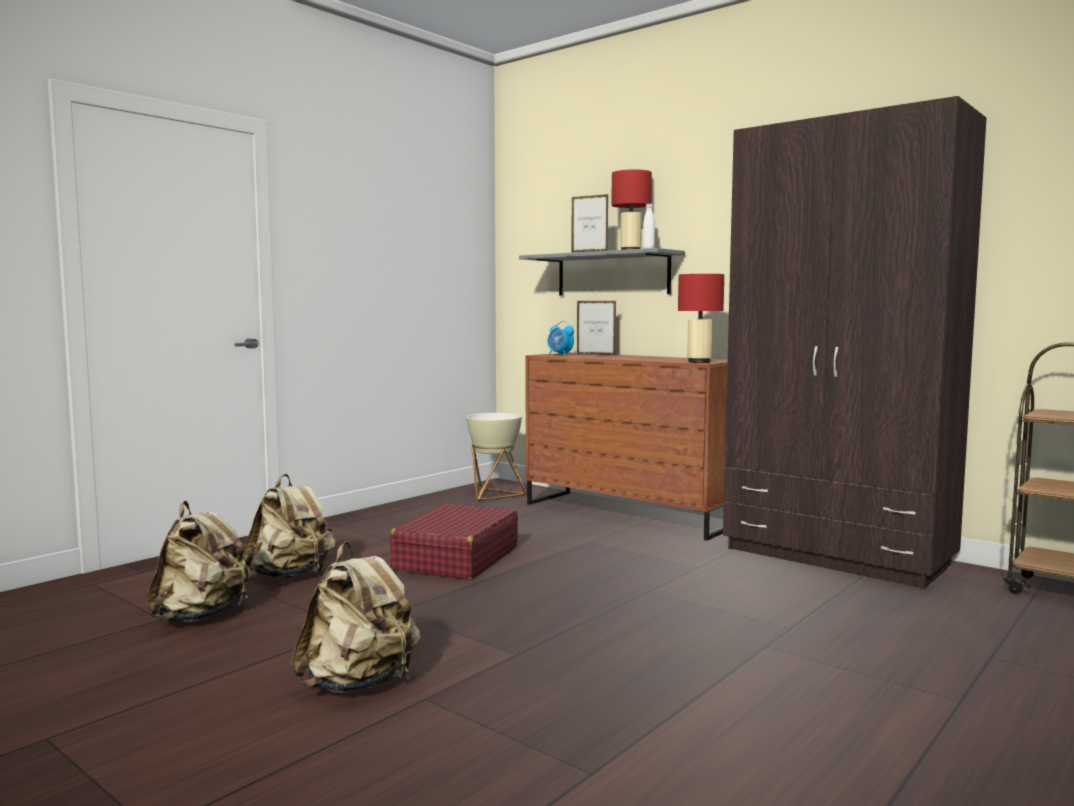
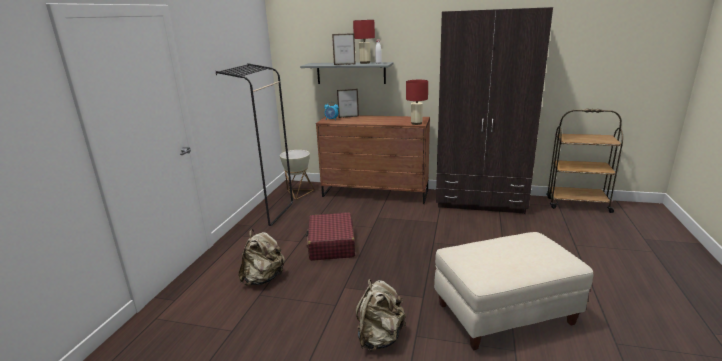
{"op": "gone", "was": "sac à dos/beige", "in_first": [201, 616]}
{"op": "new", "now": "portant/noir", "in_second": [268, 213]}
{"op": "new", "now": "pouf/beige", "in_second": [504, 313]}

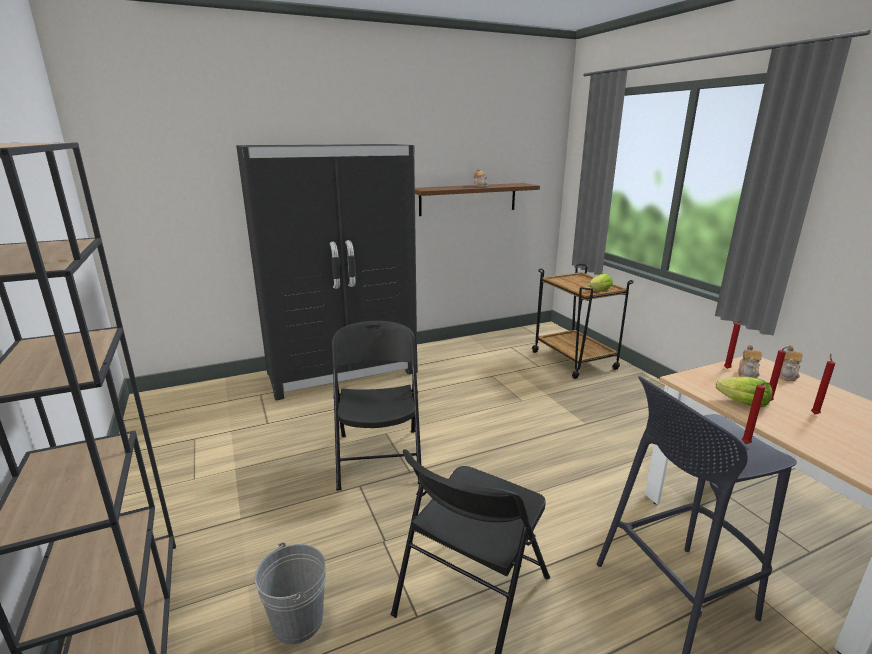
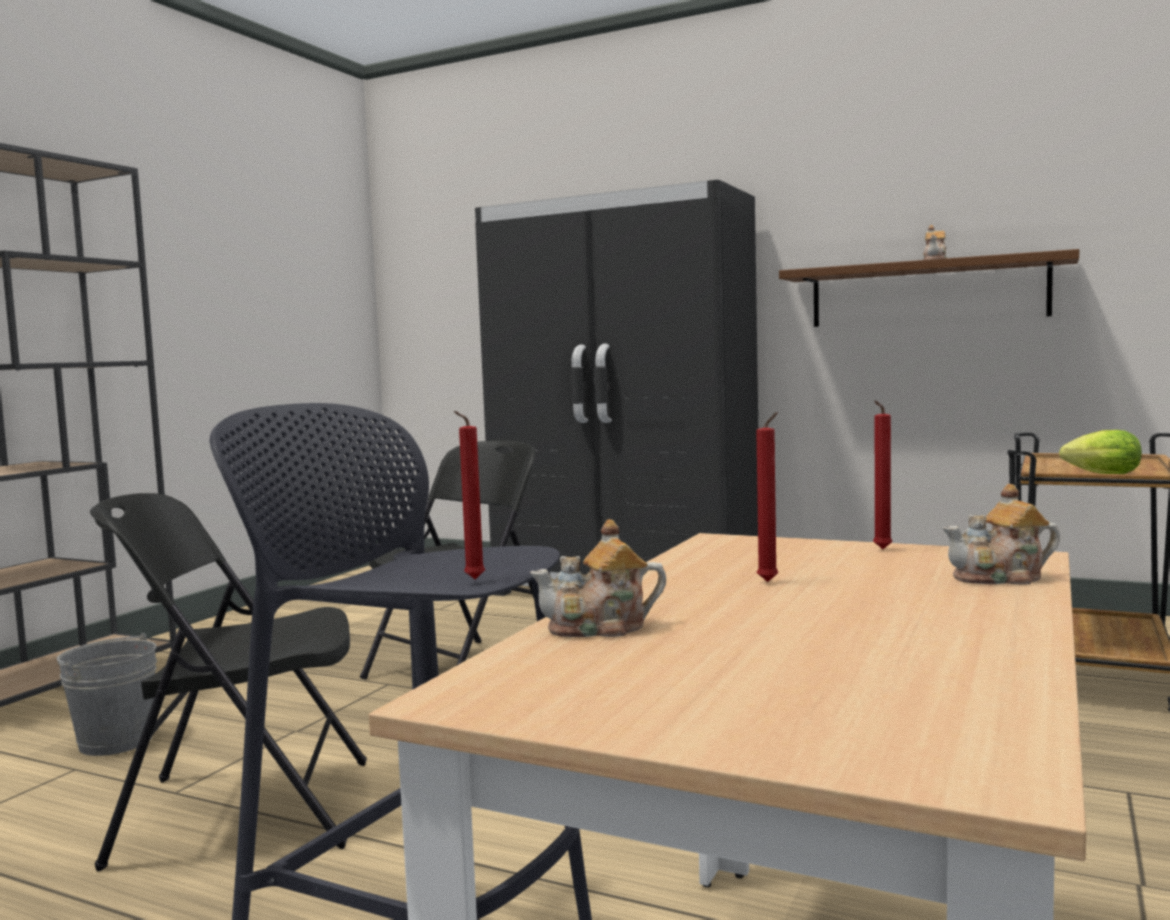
{"op": "shifted", "was": "théière", "in_first": [748, 374], "in_second": [600, 628]}
{"op": "gone", "was": "bougie/rouge", "in_first": [814, 413]}
{"op": "gone", "was": "laitue", "in_first": [739, 403]}

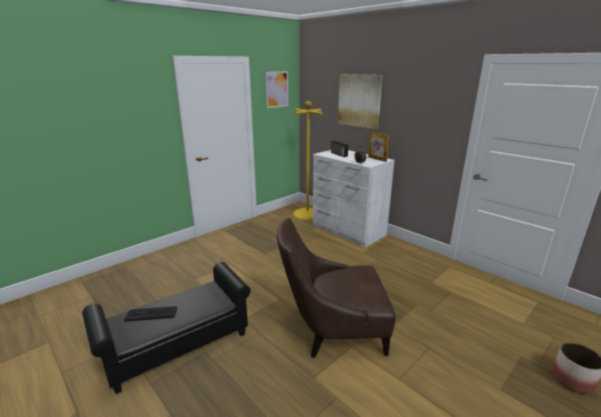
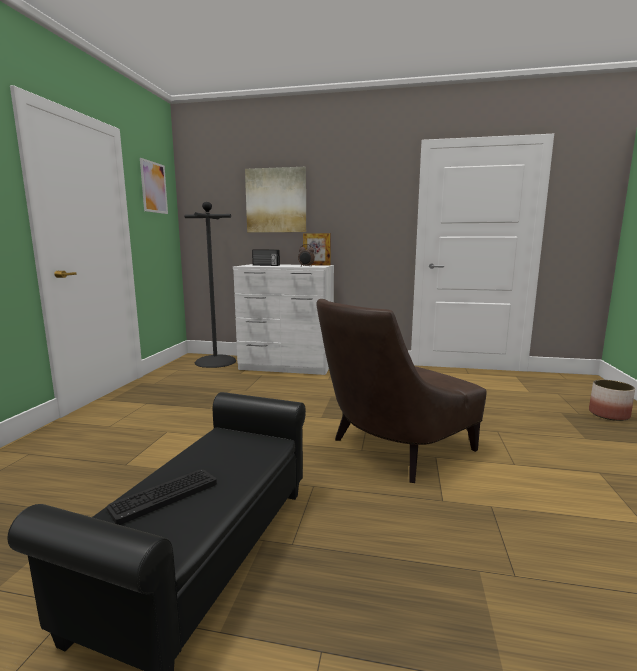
{"op": "repainted", "was": "portant/jaune", "now": "portant/noir", "in_first": [307, 214], "in_second": [215, 362]}

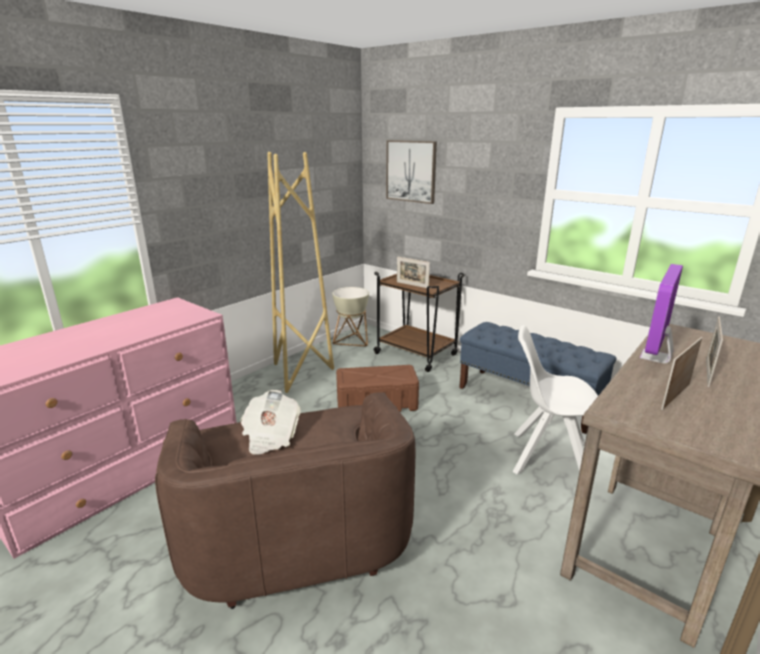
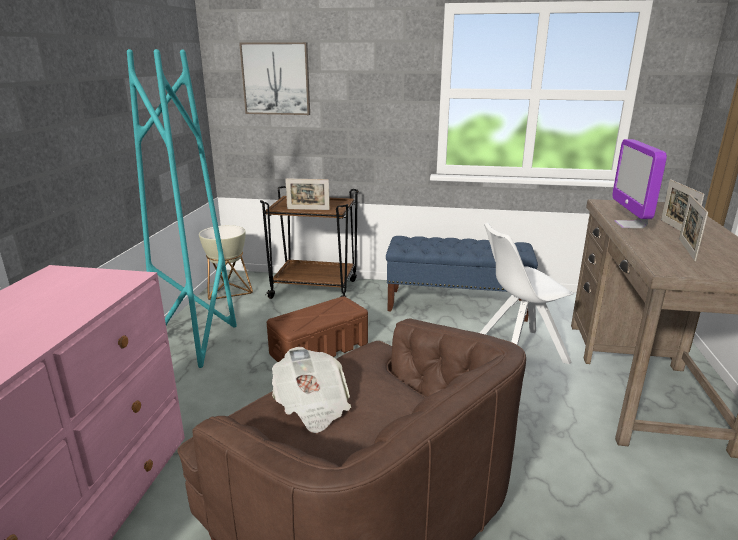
{"op": "repainted", "was": "portant/jaune", "now": "portant/turquoise", "in_first": [298, 375], "in_second": [197, 343]}

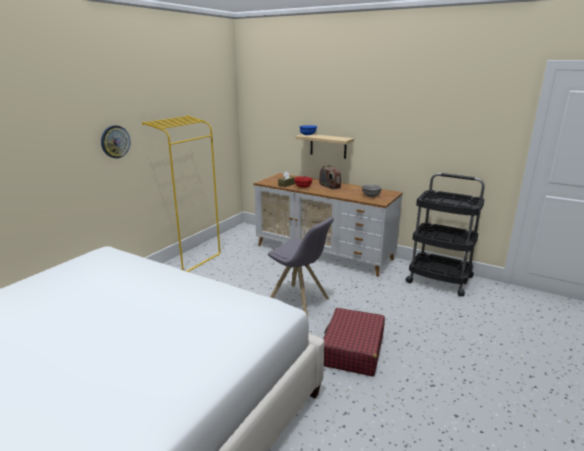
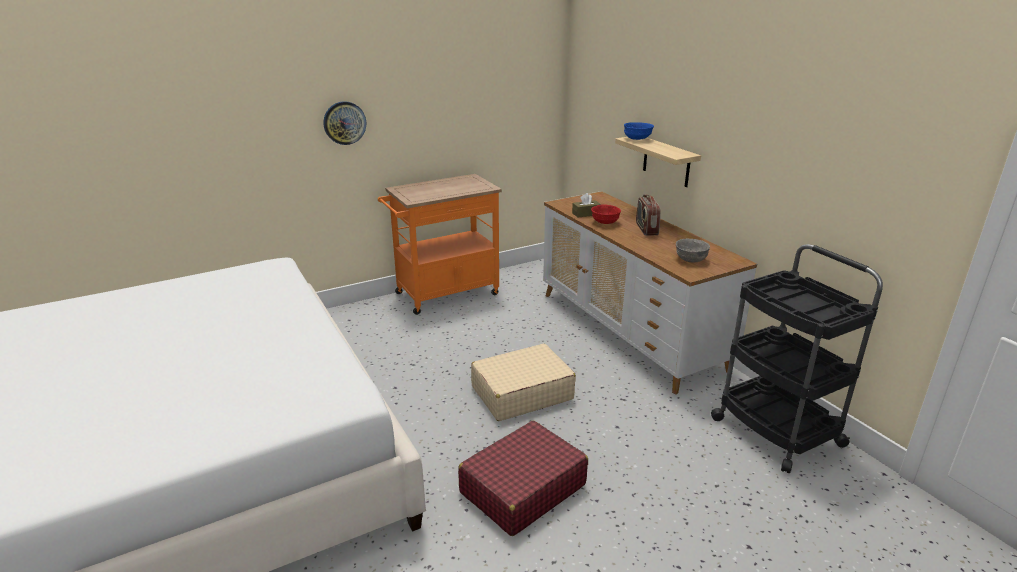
{"op": "swapped", "was": "portant/jaune", "now": "chariot/orange", "in_first": [192, 260], "in_second": [444, 294]}
{"op": "swapped", "was": "chaise/gris", "now": "valise/beige", "in_first": [299, 300], "in_second": [521, 393]}

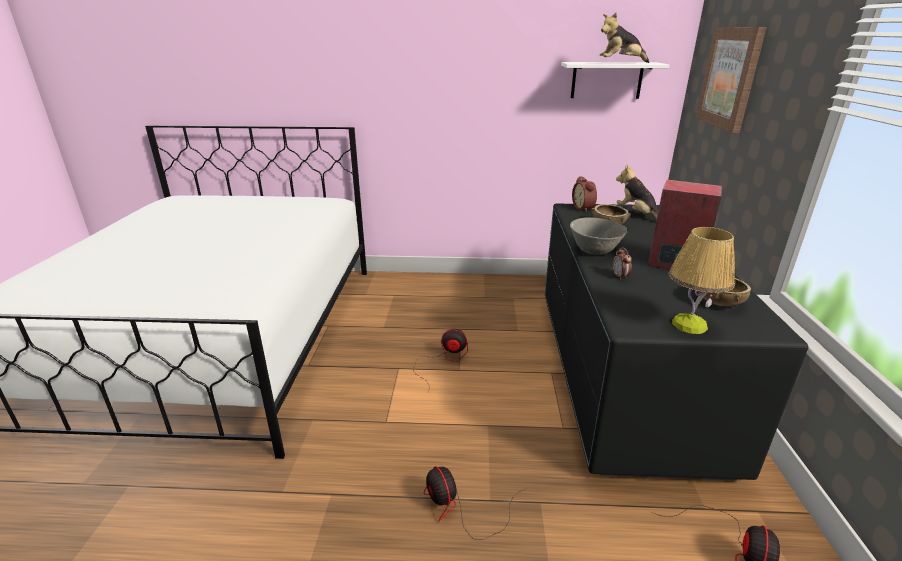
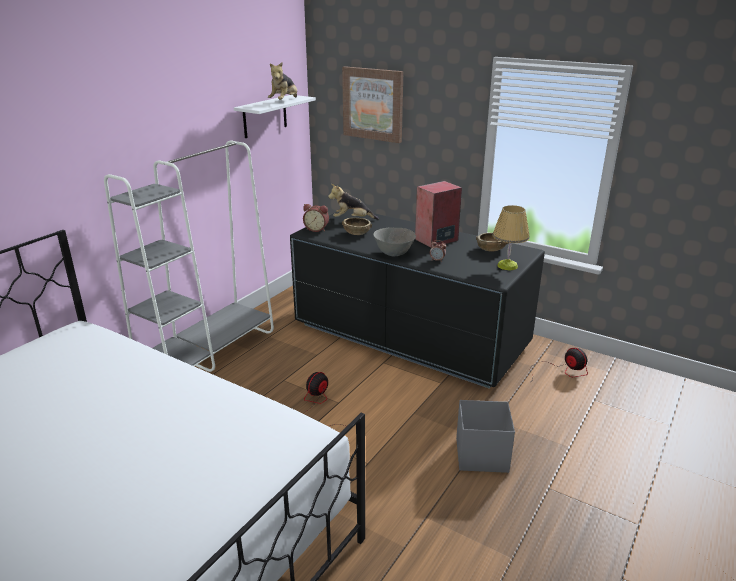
{"op": "swapped", "was": "ventilateur", "now": "boîte de rangement/gris", "in_first": [460, 509], "in_second": [480, 455]}
{"op": "new", "now": "portant/gris", "in_second": [210, 356]}

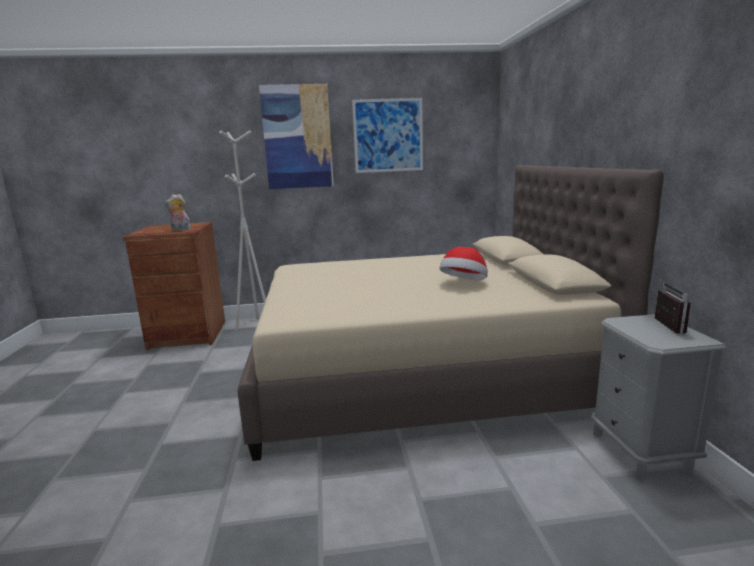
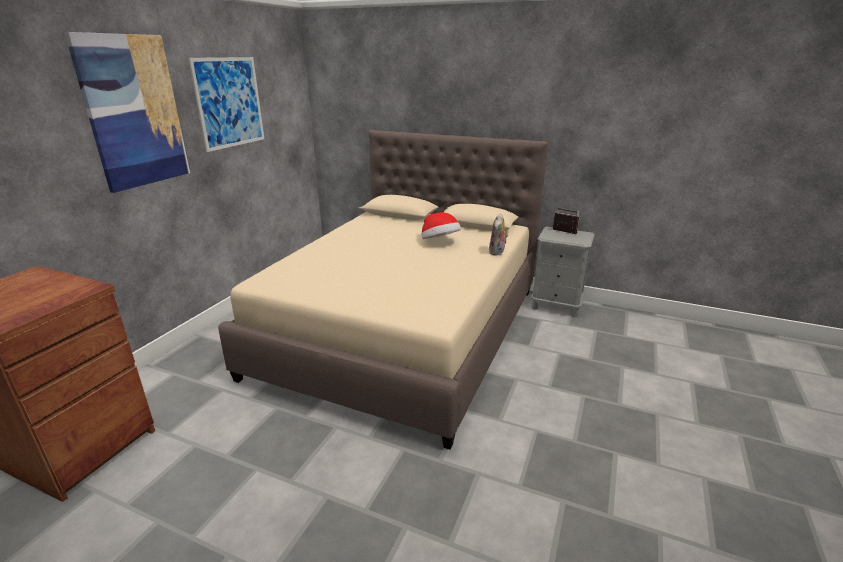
{"op": "gone", "was": "portant/gris", "in_first": [255, 325]}
{"op": "shifted", "was": "peluche", "in_first": [180, 230], "in_second": [497, 252]}

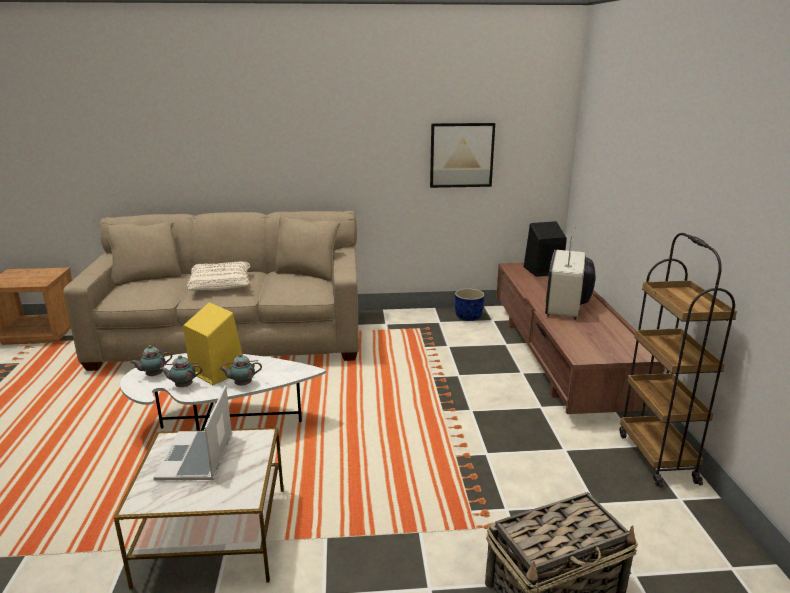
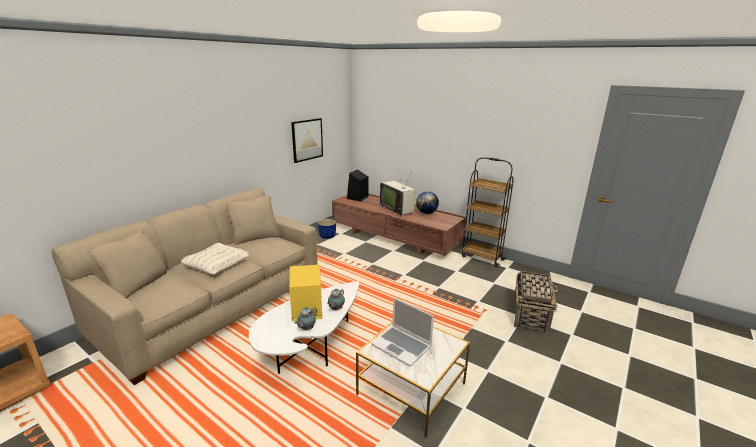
{"op": "gone", "was": "théière", "in_first": [153, 375]}
{"op": "new", "now": "globe", "in_second": [426, 213]}

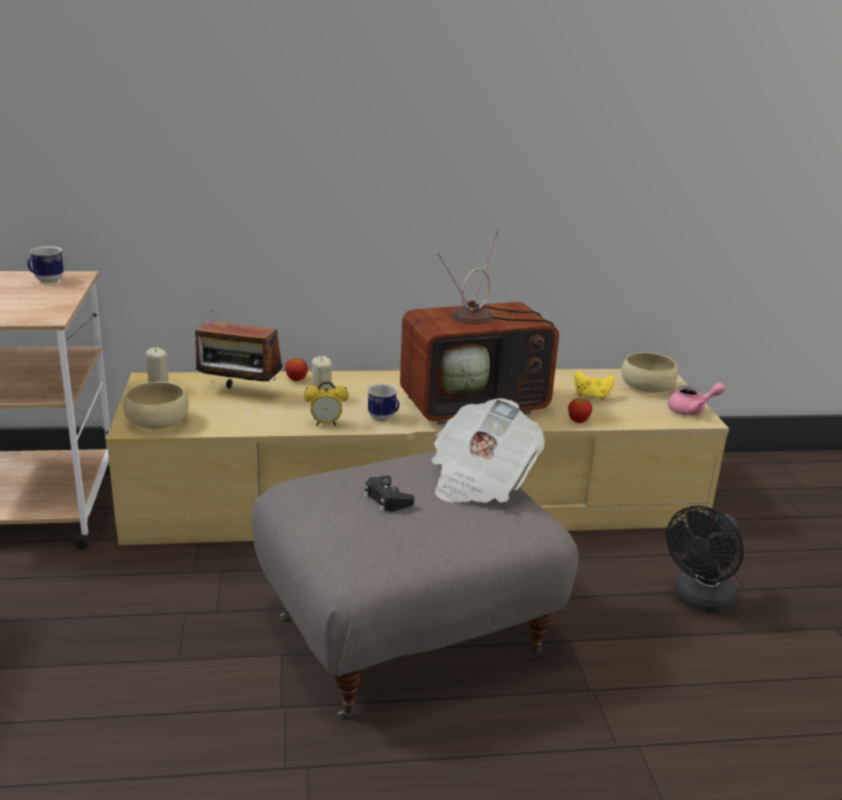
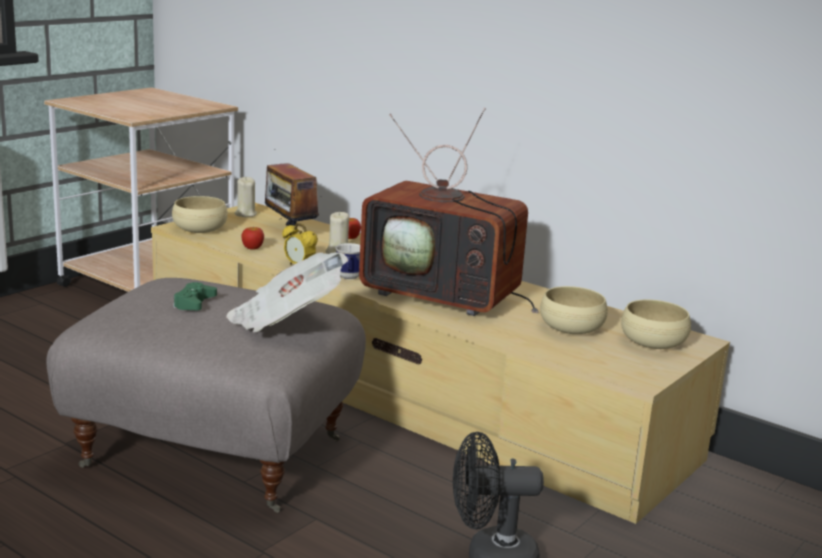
{"op": "gone", "was": "mug", "in_first": [46, 281]}
{"op": "swapped", "was": "manette/jaune", "now": "bol/beige", "in_first": [591, 396], "in_second": [571, 327]}
{"op": "gone", "was": "théière/rose", "in_first": [692, 410]}
{"op": "shifted", "was": "pomme", "in_first": [578, 420], "in_second": [253, 248]}
{"op": "repainted", "was": "manette/noir", "now": "manette/vert", "in_first": [387, 499], "in_second": [194, 303]}

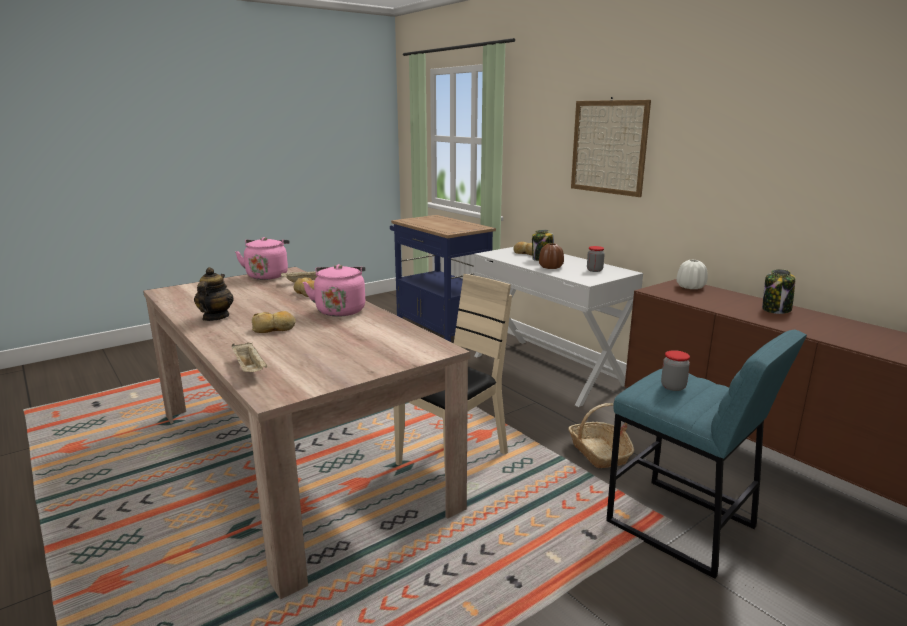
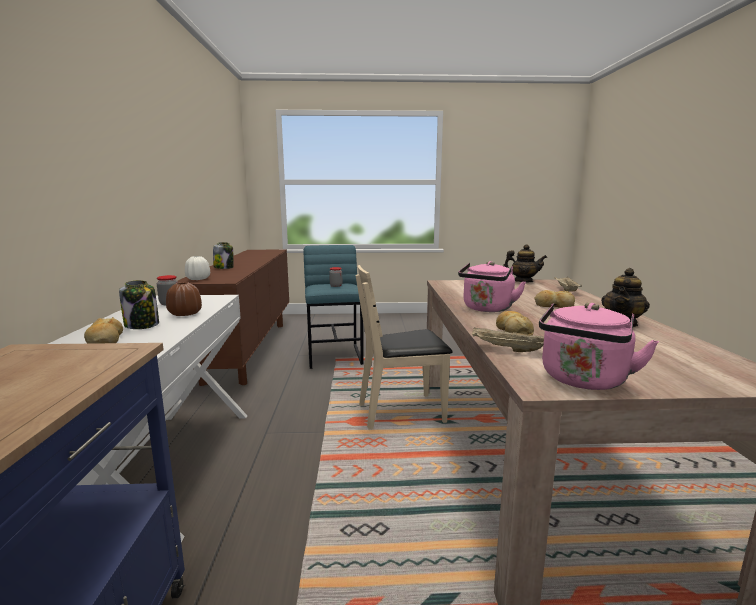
{"op": "gone", "was": "tableau", "in_first": [609, 145]}
{"op": "gone", "was": "panier", "in_first": [599, 452]}
{"op": "new", "now": "théière", "in_second": [523, 281]}

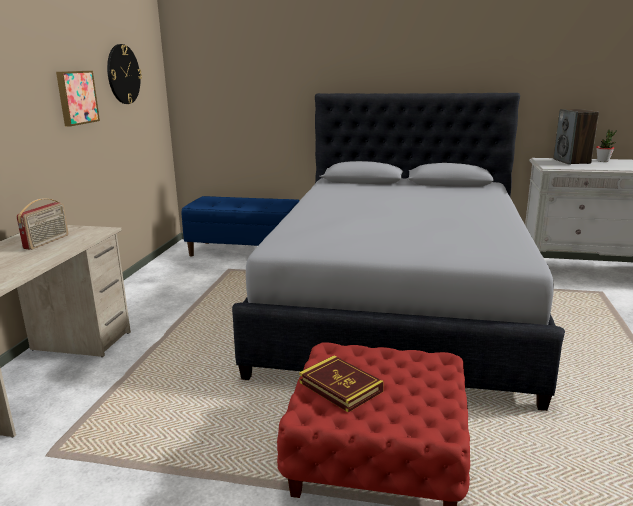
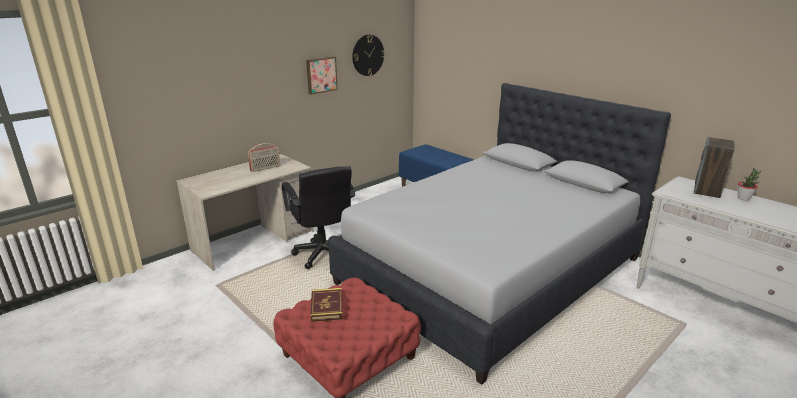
{"op": "new", "now": "chaise de bureau/noir", "in_second": [323, 256]}

